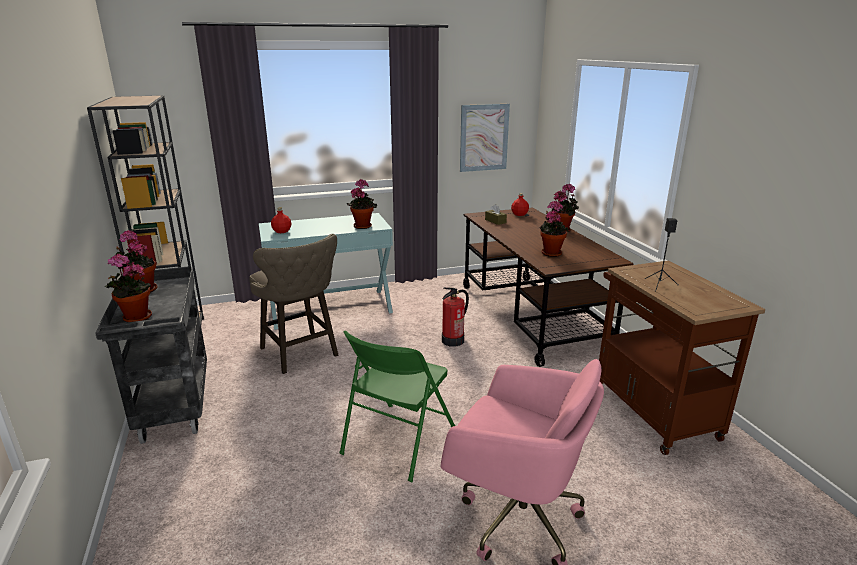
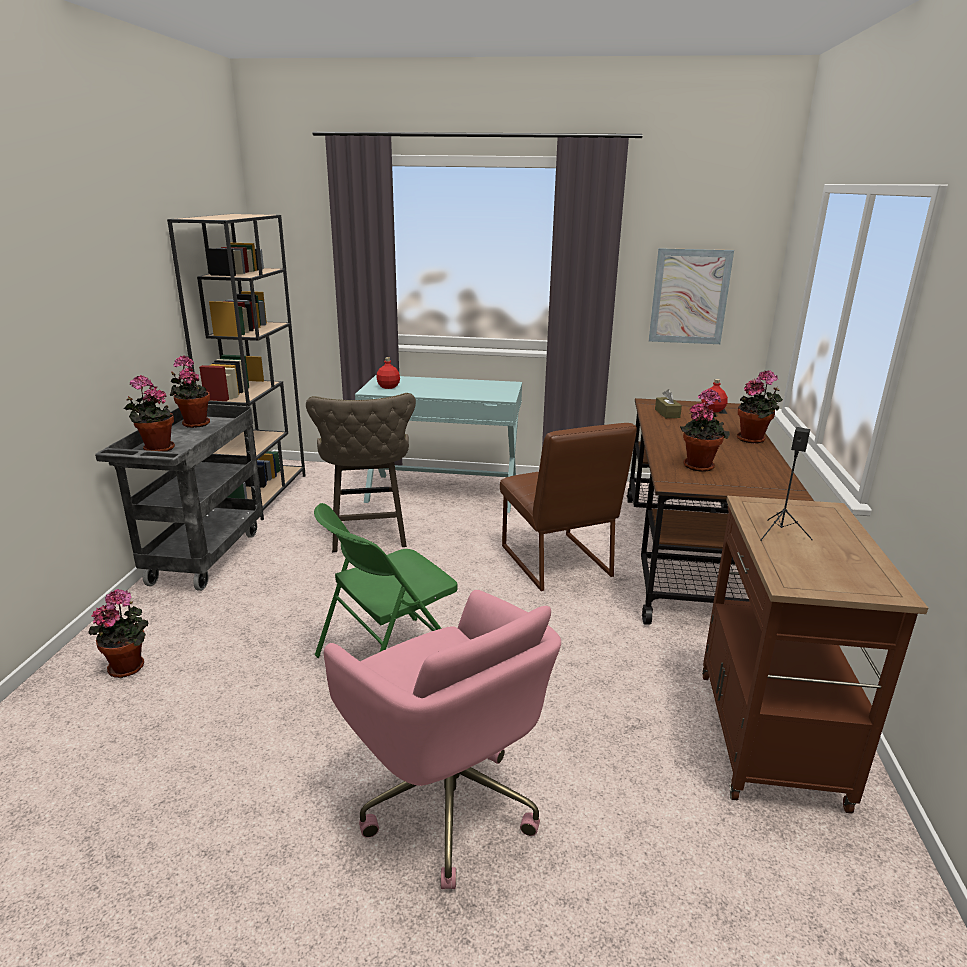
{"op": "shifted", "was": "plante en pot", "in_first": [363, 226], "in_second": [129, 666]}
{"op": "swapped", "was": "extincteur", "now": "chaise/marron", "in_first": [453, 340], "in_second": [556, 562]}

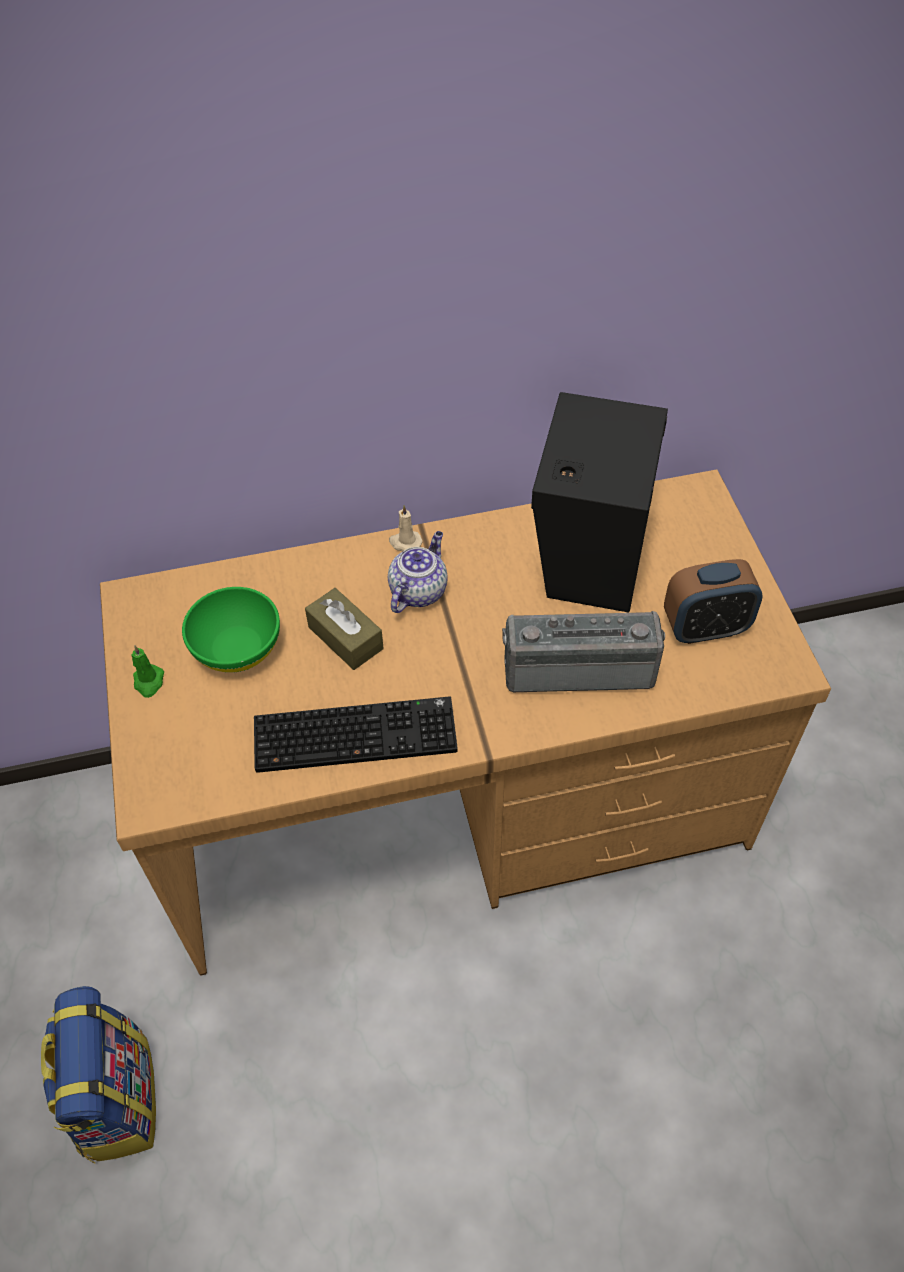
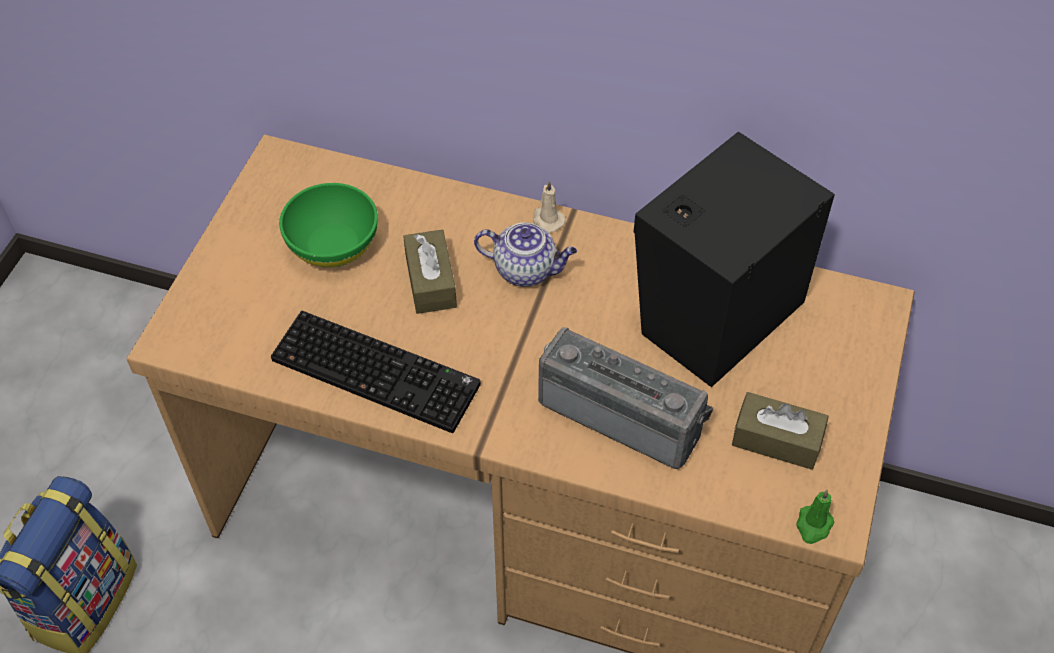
{"op": "rotated", "was": "théière", "in_first": [418, 590], "in_second": [526, 270], "clockwise": 45}
{"op": "swapped", "was": "réveil", "now": "boîte à mouchoirs/marron", "in_first": [705, 628], "in_second": [776, 440]}
{"op": "shifted", "was": "bougie/vert", "in_first": [149, 682], "in_second": [813, 525]}

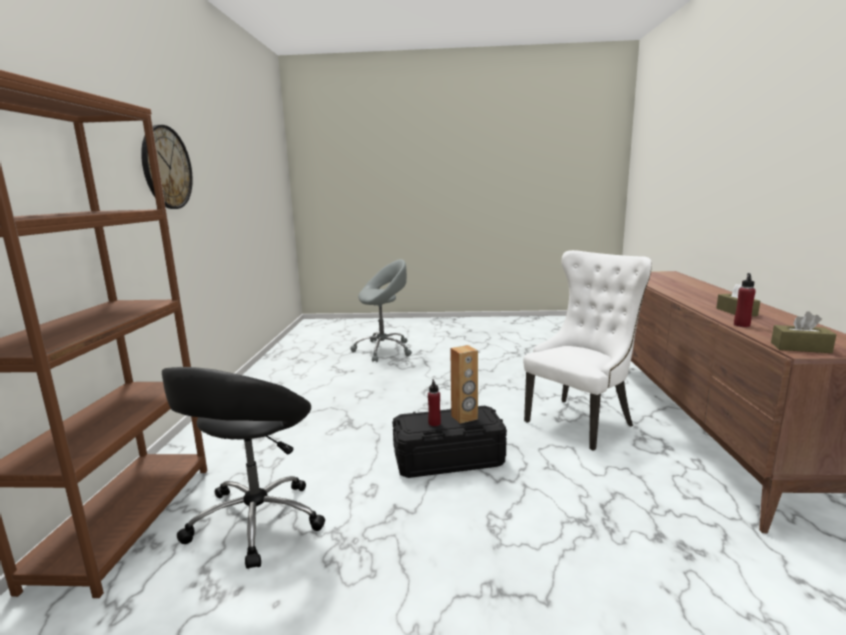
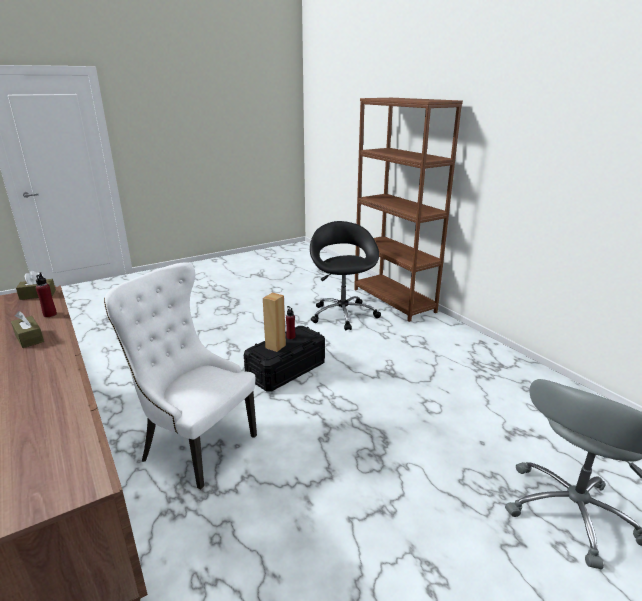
{"op": "gone", "was": "horloge murale", "in_first": [166, 167]}
{"op": "rotated", "was": "chaise/blanc", "in_first": [579, 422], "in_second": [198, 446], "clockwise": 105}

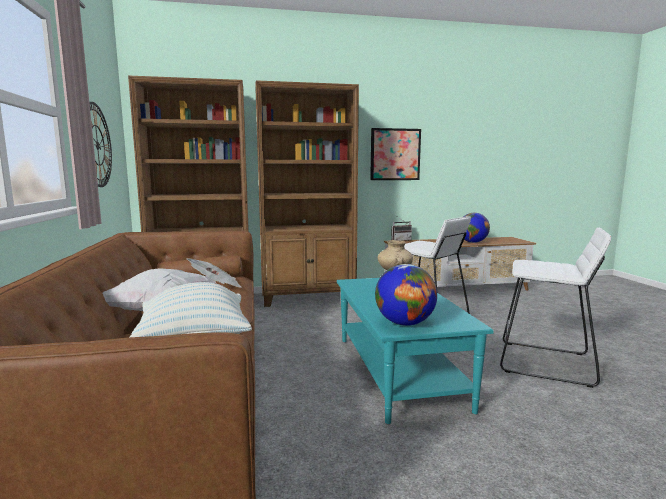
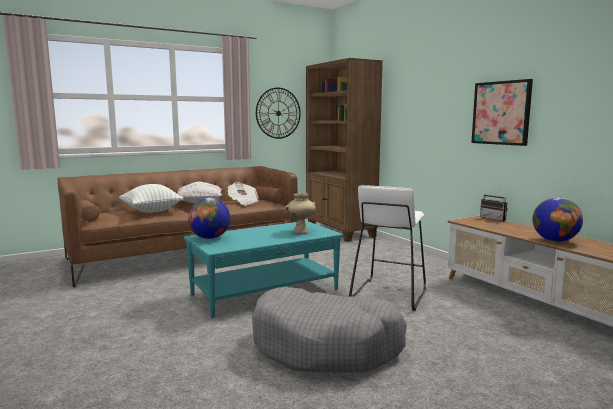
{"op": "gone", "was": "bibliothèque/marron", "in_first": [308, 298]}
{"op": "swapped", "was": "tabouret/blanc", "now": "panier pour chien/gris", "in_first": [545, 363], "in_second": [326, 346]}

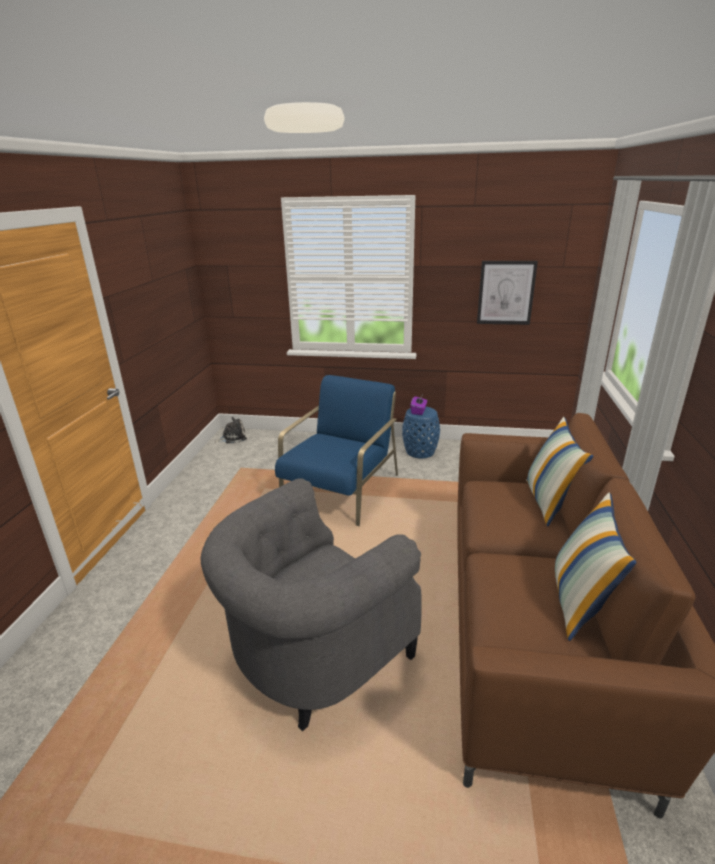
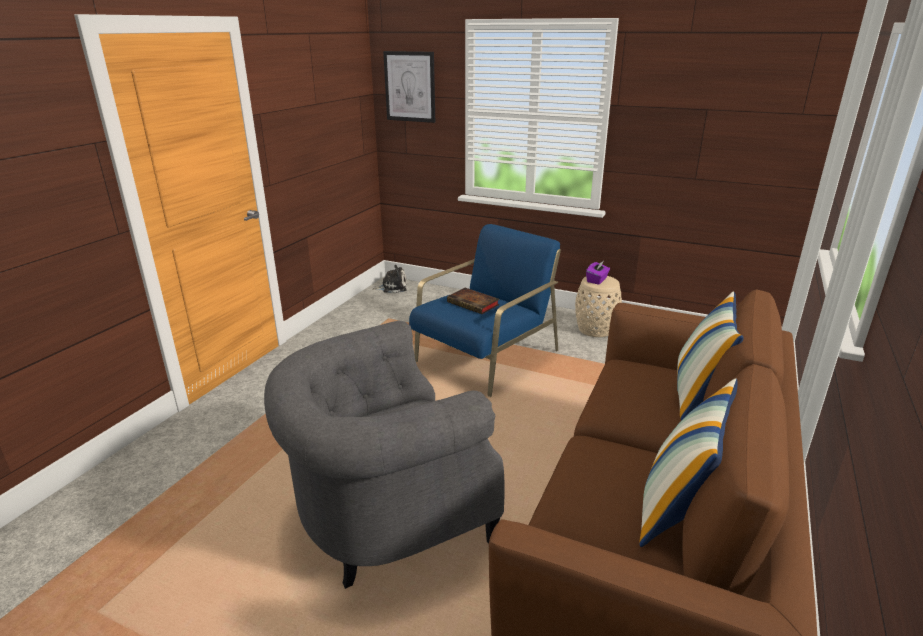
{"op": "shifted", "was": "tableau", "in_first": [506, 293], "in_second": [410, 86]}
{"op": "repainted", "was": "tabouret/bleu", "now": "tabouret/beige", "in_first": [420, 452], "in_second": [595, 330]}
{"op": "new", "now": "livre", "in_second": [474, 304]}

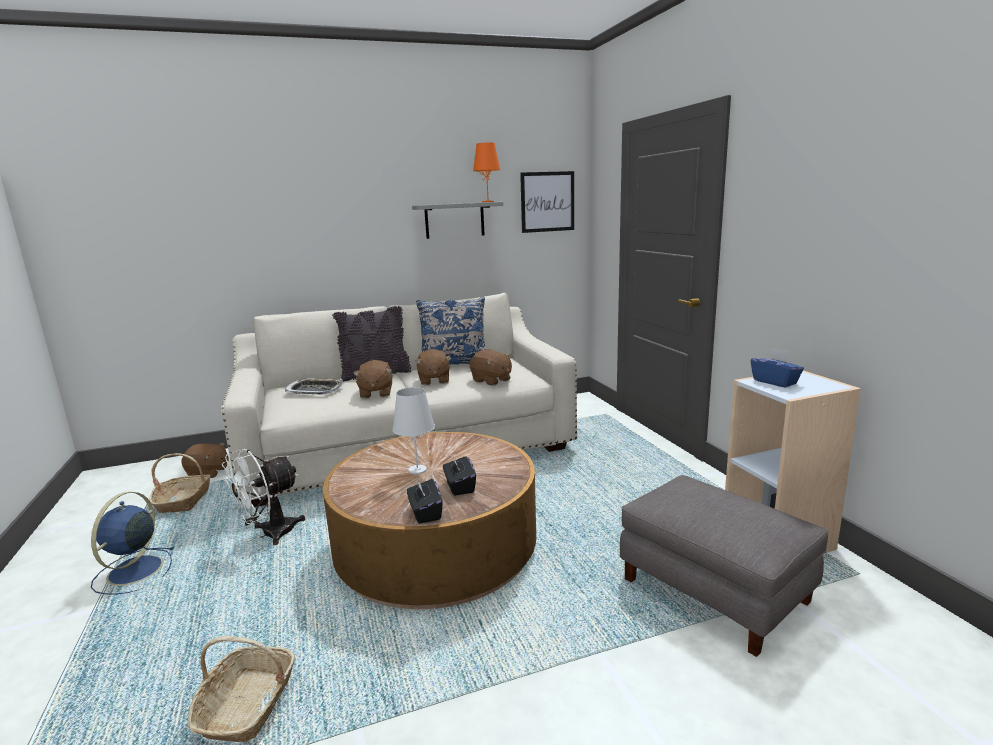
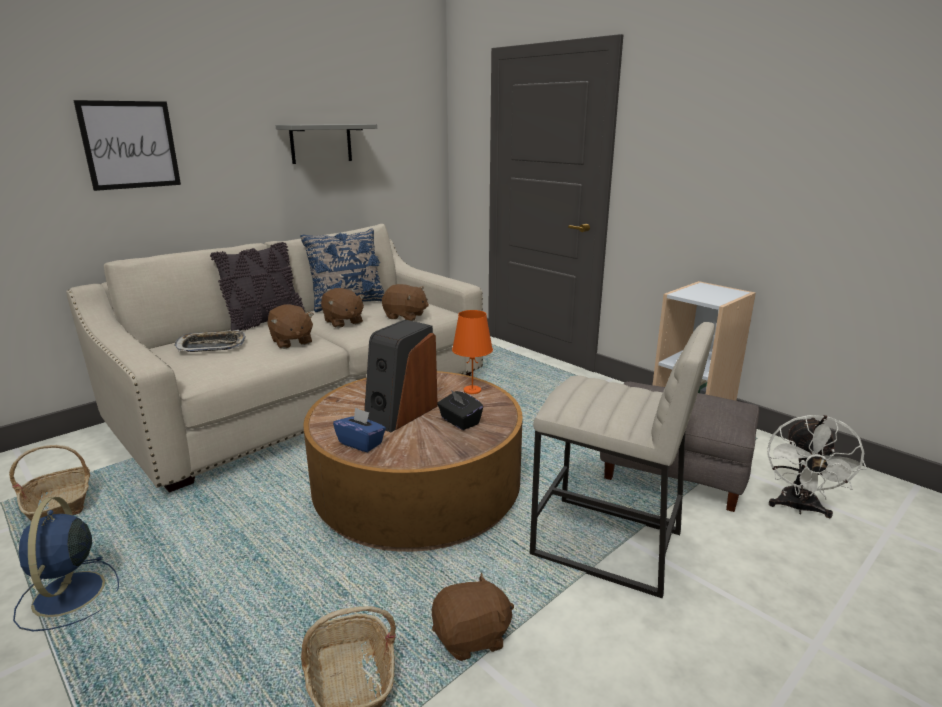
{"op": "shifted", "was": "lampe de table/orange", "in_first": [488, 202], "in_second": [472, 390]}
{"op": "shifted", "was": "tableau", "in_first": [547, 202], "in_second": [130, 145]}
{"op": "shifted", "was": "boîte à mouchoirs/bleu", "in_first": [775, 382], "in_second": [361, 443]}
{"op": "swapped", "was": "lampe de table/blanc", "now": "enceinte", "in_first": [417, 470], "in_second": [400, 413]}
{"op": "shifted", "was": "peluche/marron", "in_first": [208, 472], "in_second": [472, 637]}
{"op": "shifted", "was": "ventilateur/blanc", "in_first": [270, 534], "in_second": [799, 508]}
{"op": "gone", "was": "boîte à mouchoirs/noir", "in_first": [425, 513]}
{"op": "new", "now": "tabouret/beige", "in_second": [607, 543]}

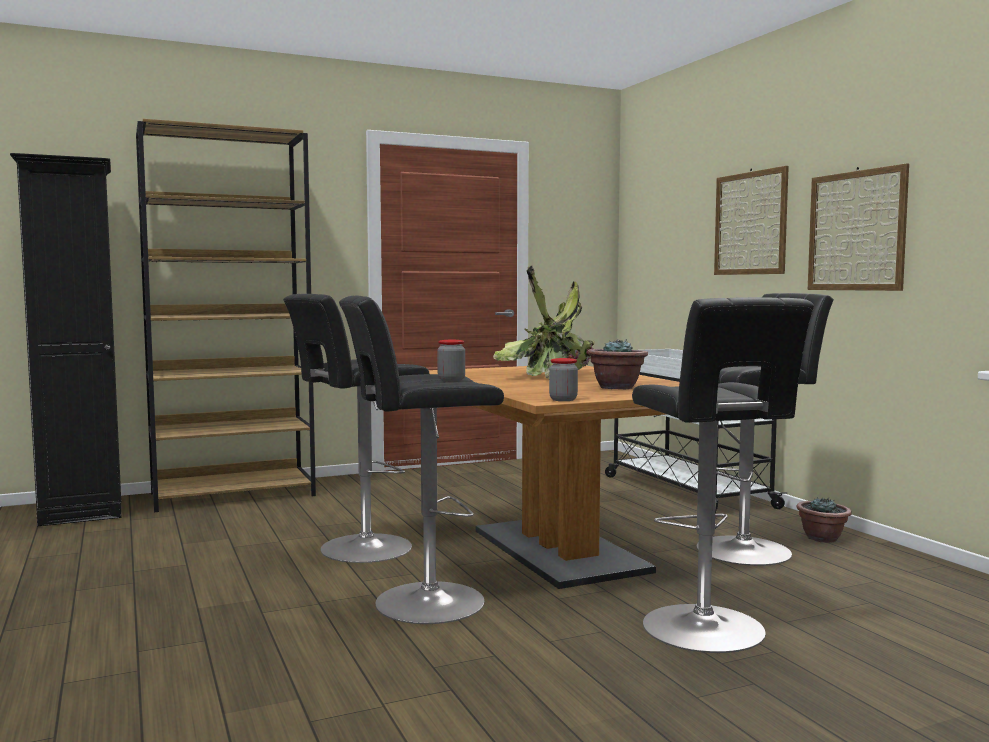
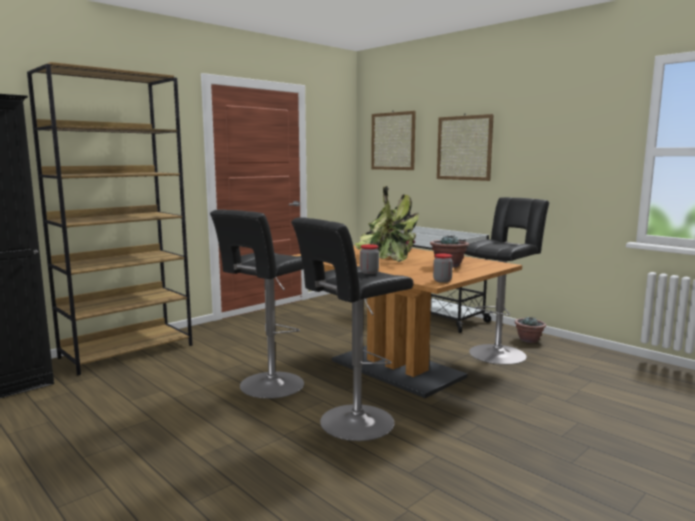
{"op": "shifted", "was": "tableau", "in_first": [856, 229], "in_second": [393, 140]}
{"op": "gone", "was": "tabouret/noir", "in_first": [708, 631]}

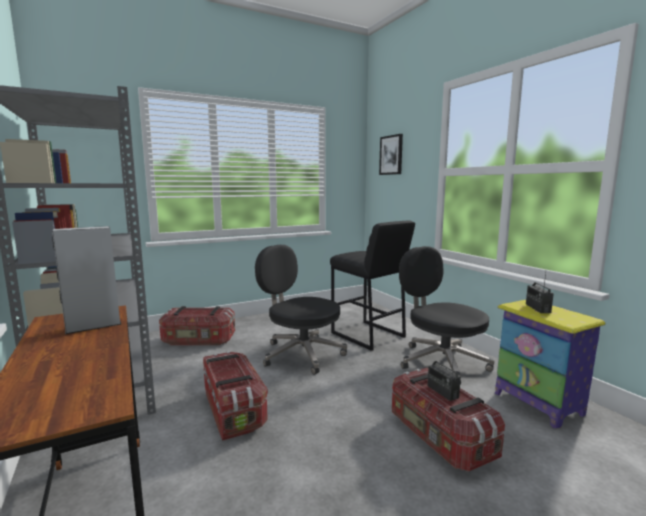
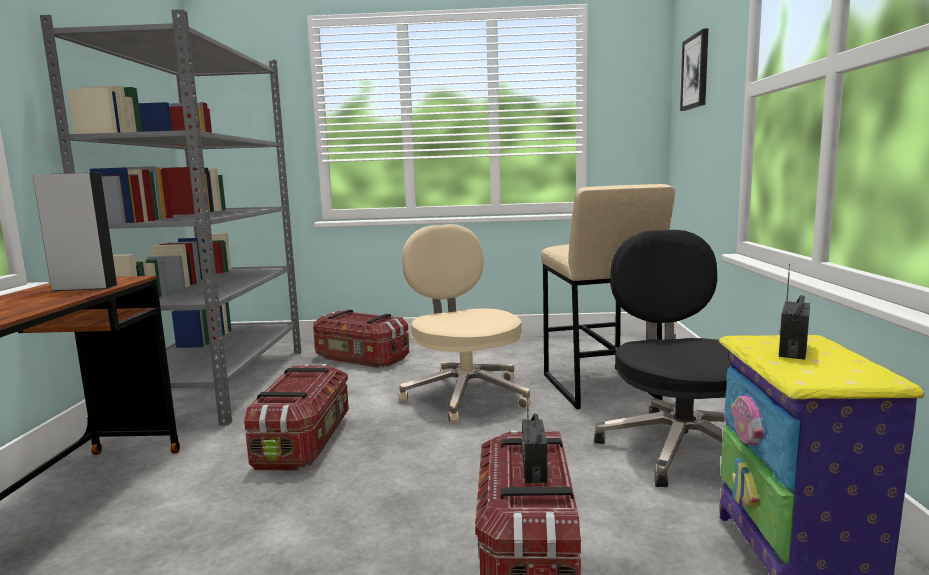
{"op": "repainted", "was": "tabouret/noir", "now": "tabouret/beige", "in_first": [369, 335], "in_second": [600, 388]}
{"op": "repainted", "was": "chaise de bureau/noir", "now": "chaise de bureau/beige", "in_first": [301, 354], "in_second": [465, 395]}

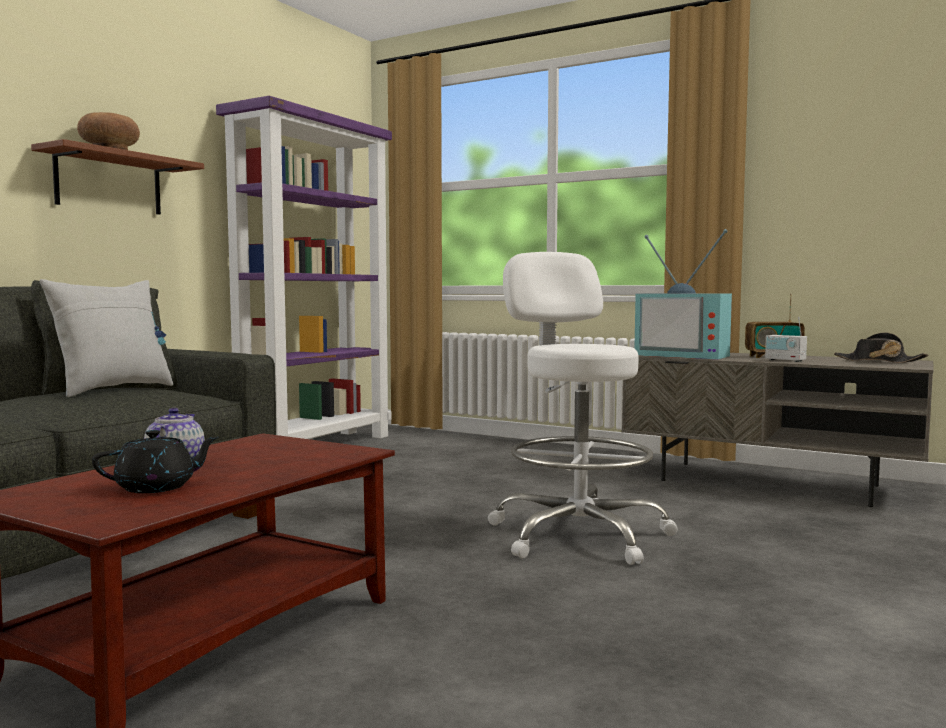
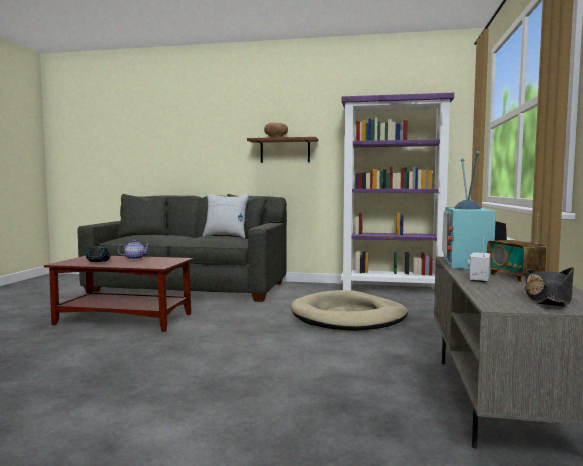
{"op": "gone", "was": "tabouret/blanc", "in_first": [578, 534]}
{"op": "new", "now": "panier pour chien/beige", "in_second": [349, 317]}

